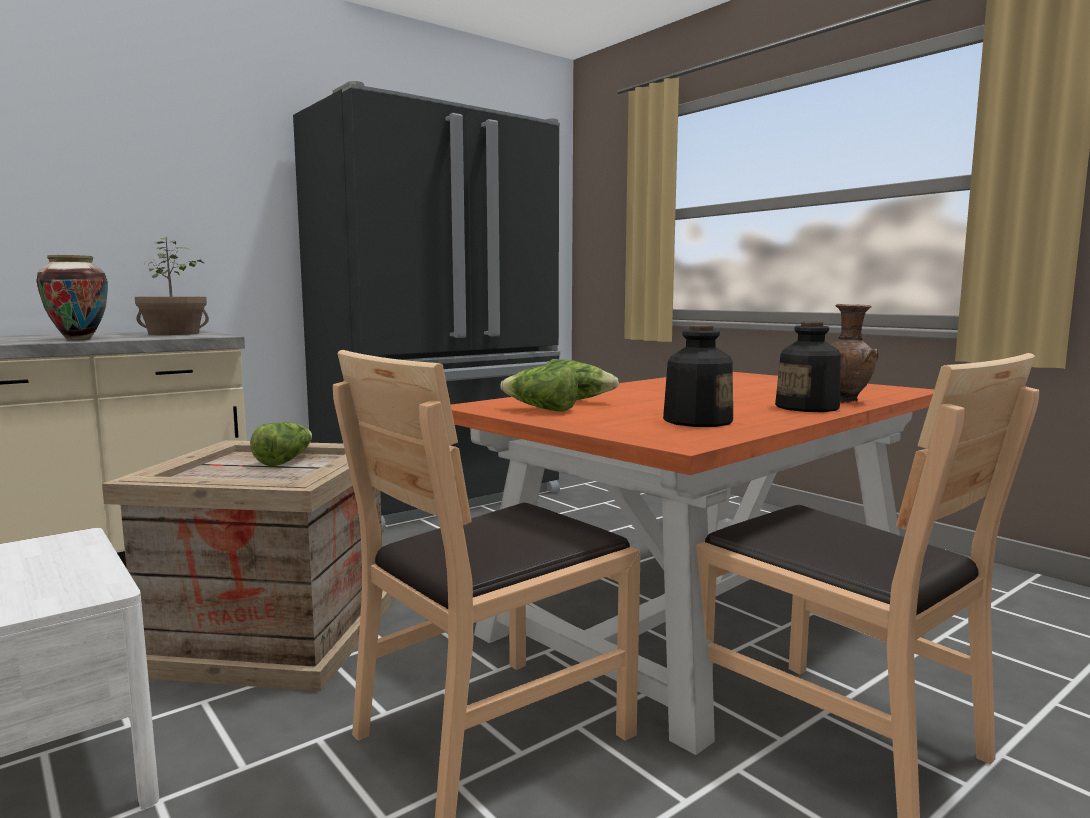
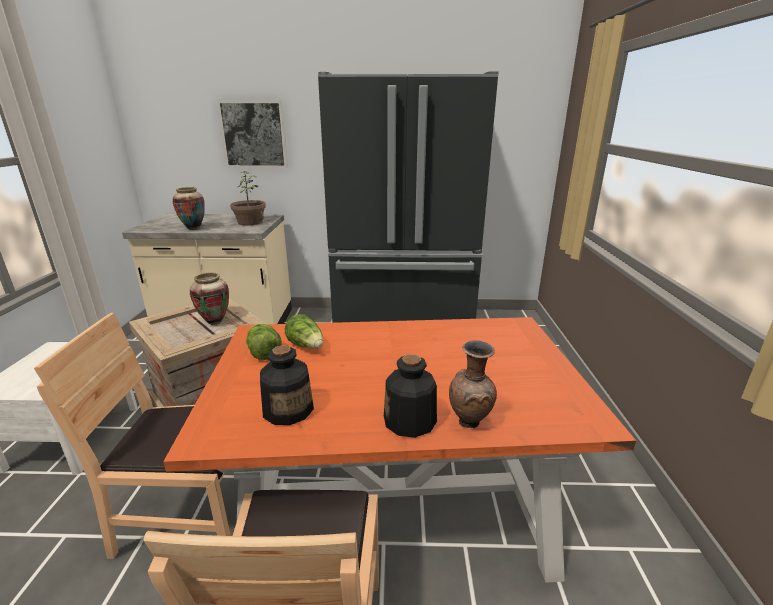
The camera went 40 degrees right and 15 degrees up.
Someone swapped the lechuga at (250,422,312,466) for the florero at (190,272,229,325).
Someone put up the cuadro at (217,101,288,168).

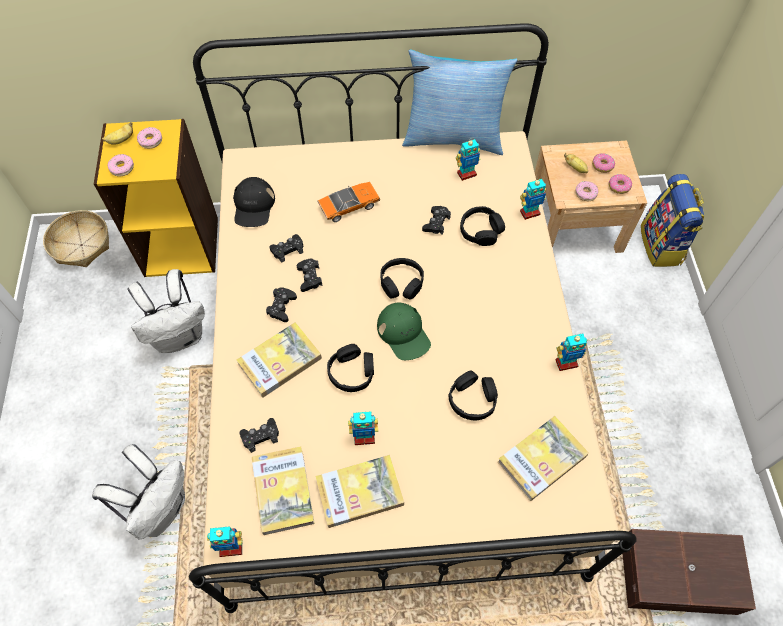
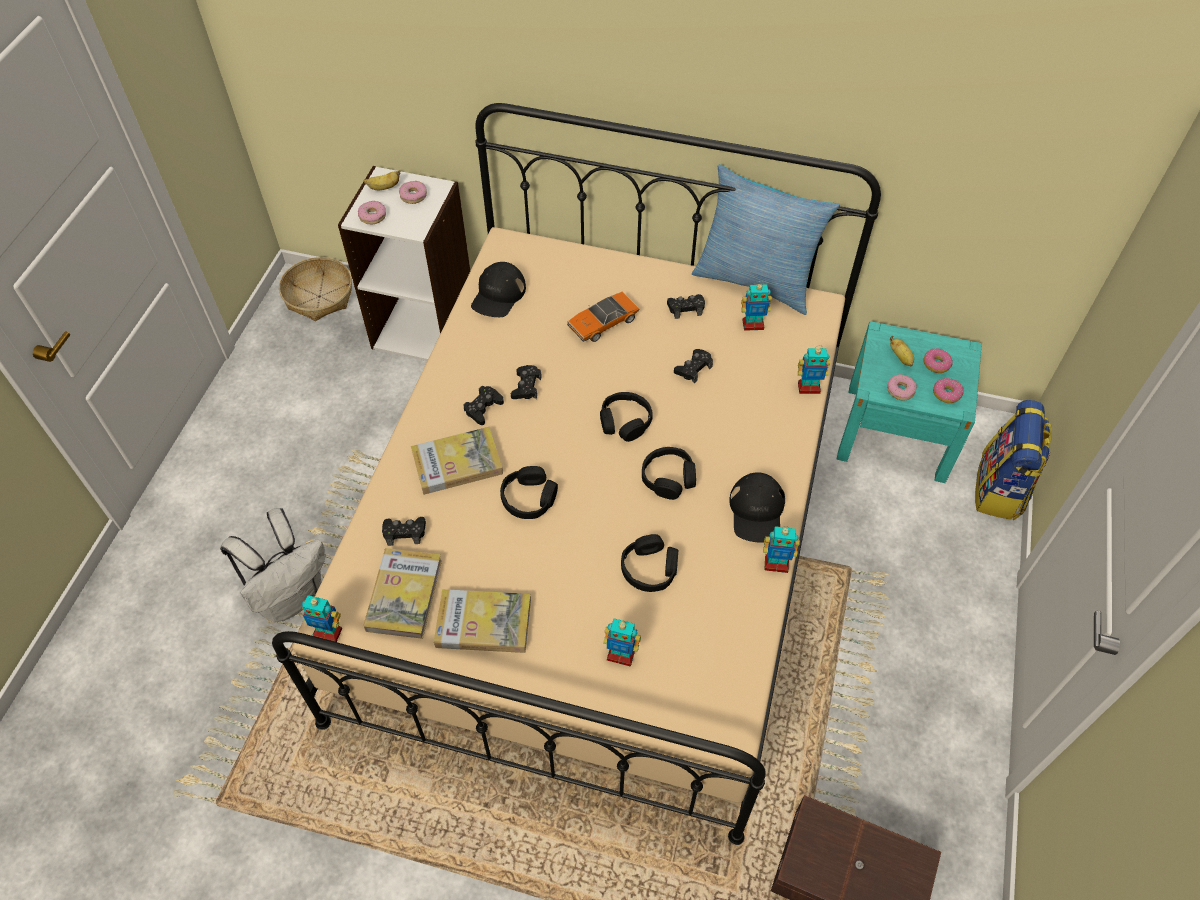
The camera went 20 degrees right and 5 degrees down.
Someone repainted the estantería [amarillo] at (94,119,218,277), which became the estantería [blanco] at (338,166,470,361).
Someone rotated the coche de juguete at (317,182,380,222) by 150 degrees clockwise.
Someone carried the robot de juguete from (348,411,378,445) to (603,619,641,667).
Someone carried the auriculares [negro] from (460,206,505,246) to (642,447,696,500).
Someone carried the mando de consola [negro] from (269,234,303,263) to (667,294,705,319).
Someone put down the gorra [negro] at (729,472,785,543).
Someone repainted the mesita de noche [beis] at (535,141,647,253), which became the mesita de noche [turquesa] at (837,321,982,483).
Someone took away the mochila [blanco] at (127,269,205,353).
Someone took away the gorra [verde] at (377,303,431,360).
Someone took away the libro at (498,416,589,501).

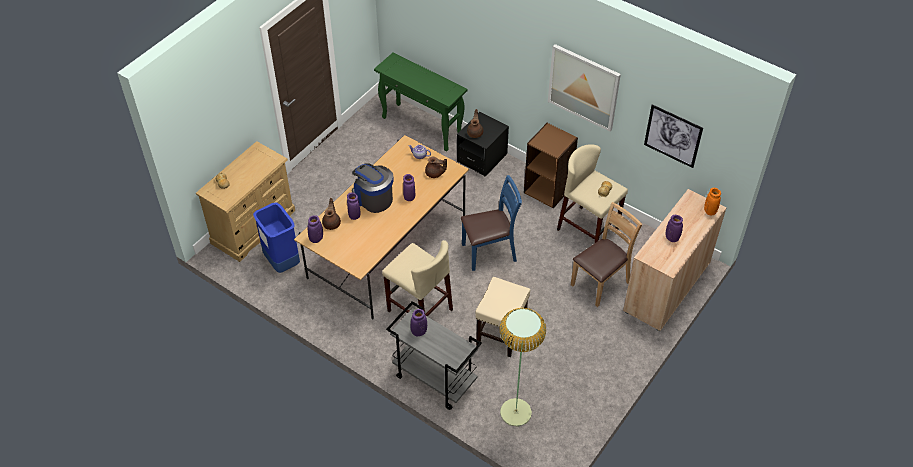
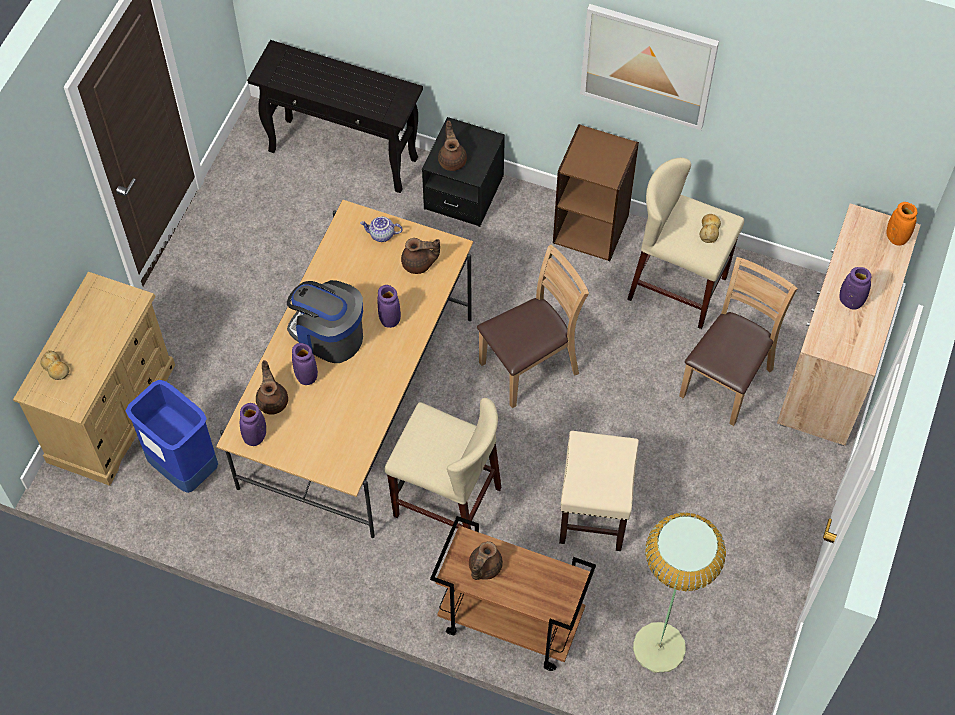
The camera went 15 degrees left and 10 degrees up.
Someone repainted the mesa consola [verde] at (374,52,468,151), which became the mesa consola [negro] at (247,40,423,193).
Someone repainted the carrito [gris] at (386,301,482,410), which became the carrito [marrón] at (430,516,596,671).
Someone swapped the florero [morado] at (411,309,427,336) for the tetera [marrón] at (469,541,503,580).
Someone repainted the silla [azul] at (461,175,522,271), which became the silla [marrón] at (477,245,589,408).
Someone took away the cuadro at (644,104,703,168).

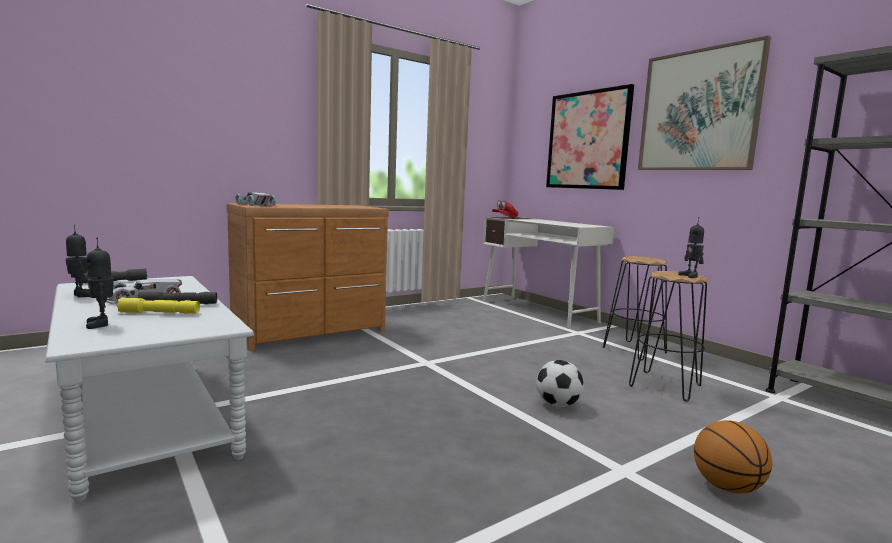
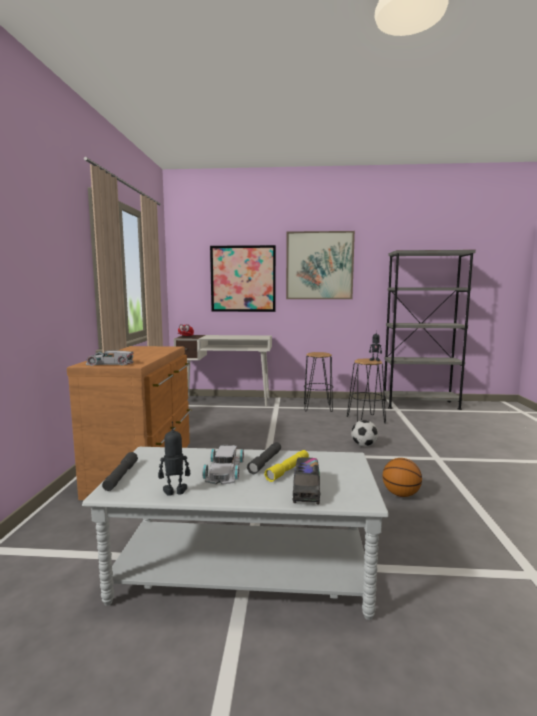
The camera went 50 degrees left and 0 degrees up.
Someone swapped the robot de juguete at (86,238,114,329) for the camión de juguete at (292,457,320,505).
Someone carried the balón de baloncesto from (694,420,772,493) to (383,458,422,497).

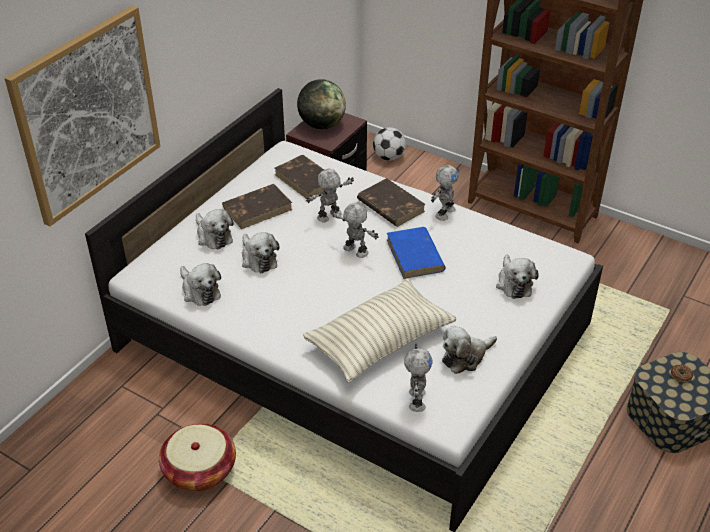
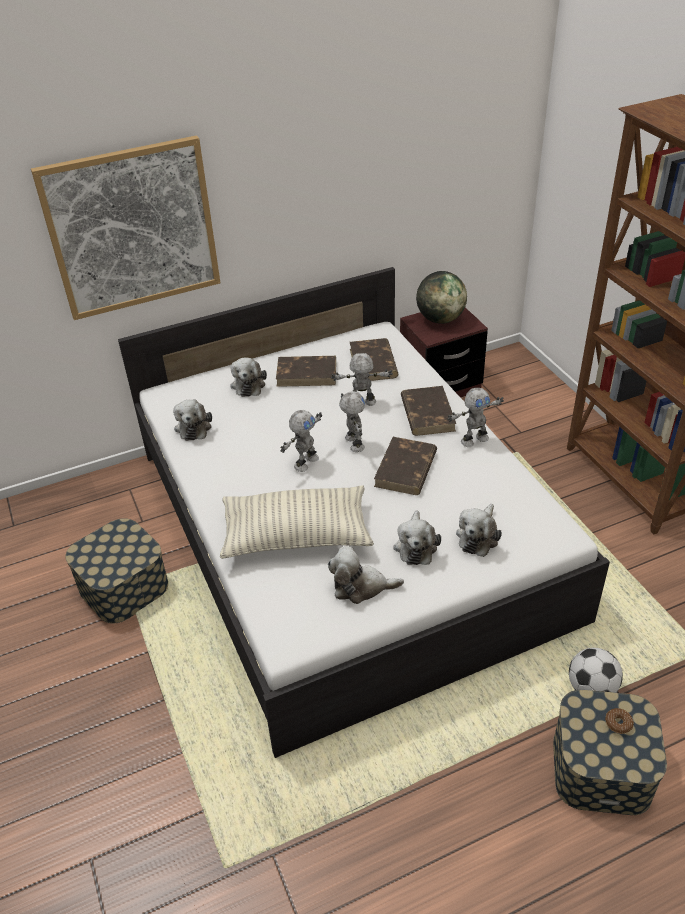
The camera went 35 degrees right and 0 degrees up.
Someone swapped the cesta at (159,424,236,491) for the caja de almacenaje at (65,518,168,623).
Someone carried the robot de juguete from (404,344,432,412) to (280,410,322,472).
Someone repainted the libro [azul] at (387,227,446,279), which became the libro [marrón] at (374,437,437,495).
Someone carried the peluche from (242,232,280,273) to (393,510,441,565).
Someone carried the balón de fútbol from (373,127,406,161) to (569,648,623,693).

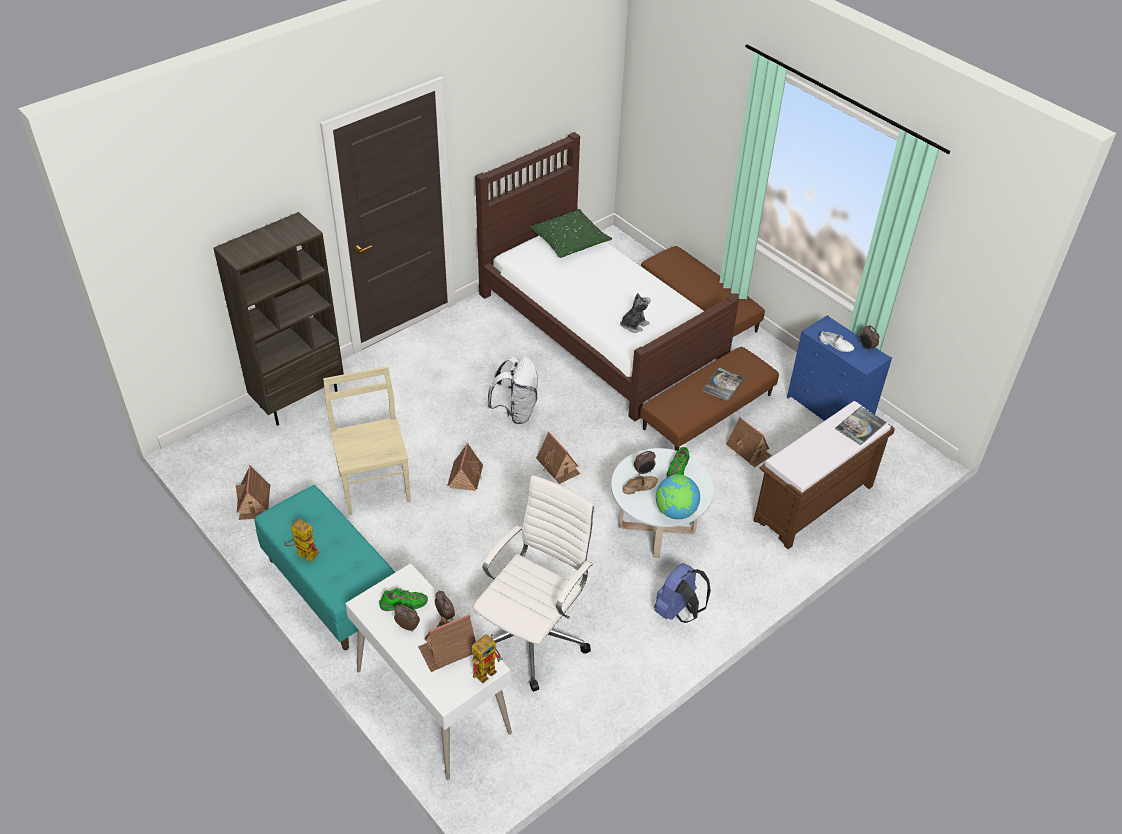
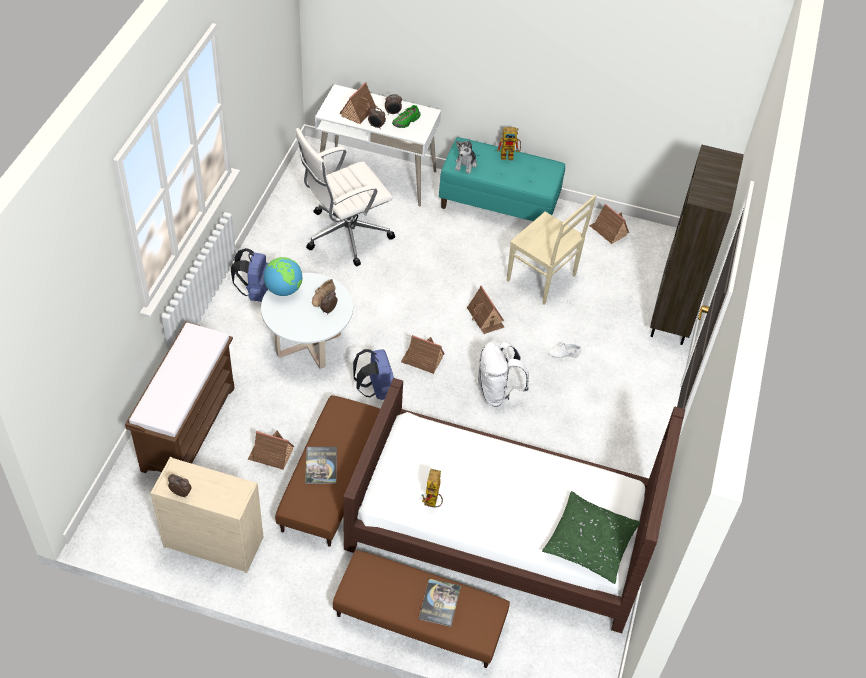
The camera went 145 degrees right and 5 degrees up.
Someone repainted the cómoda [azul] at (787,315,892,421), which became the cómoda [beis] at (151,457,264,573).
Someone rotated the silla de oficina [blanco] at (473,475,595,692) by 60 degrees clockwise.
Someone put down the mochila [azul] at (353,349,394,400).
Someone carried the libro from (835,407,886,445) to (419,578,461,627).
Someone carried the robot de juguete from (472,634,503,683) to (421,469,443,507).
Someone carried the peluche from (620,293,651,333) to (455,140,477,174).
Someone carried the zapato [blanco] from (819,332,854,352) to (548,343,581,358).
Someone took away the zapato [verde] at (667,447,690,477).

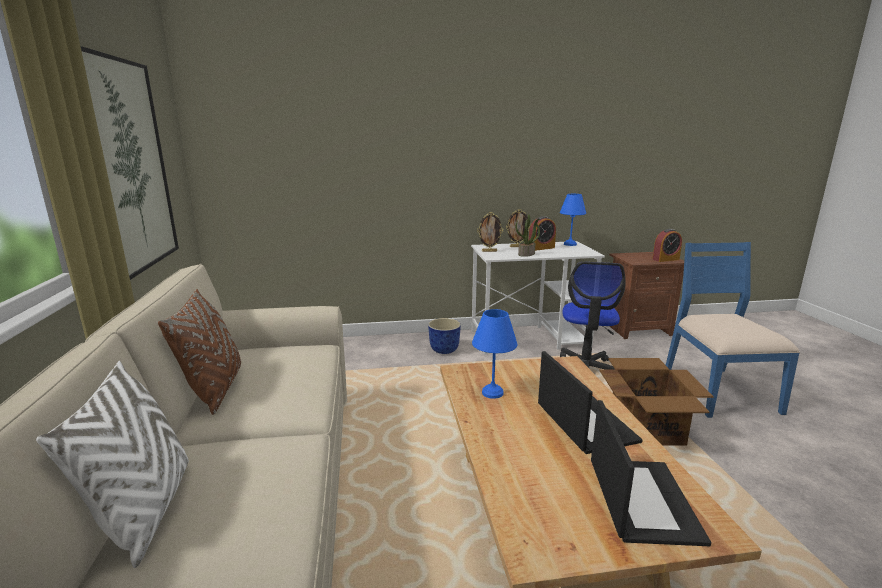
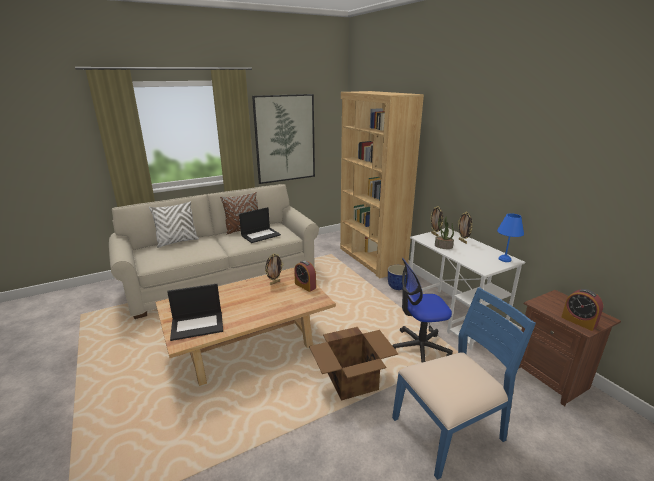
The camera went 70 degrees right and 5 degrees up.
Someone carried the portátil from (538,351,643,454) to (239,207,281,243).
Someone swapped the lámpara de mesa [azul] at (472,309,517,399) for the portarretratos at (265,253,283,285).
Someone carried the despertador from (529,216,556,251) to (294,260,316,292).
Someone put down the estantería [marrón] at (340,91,424,278).

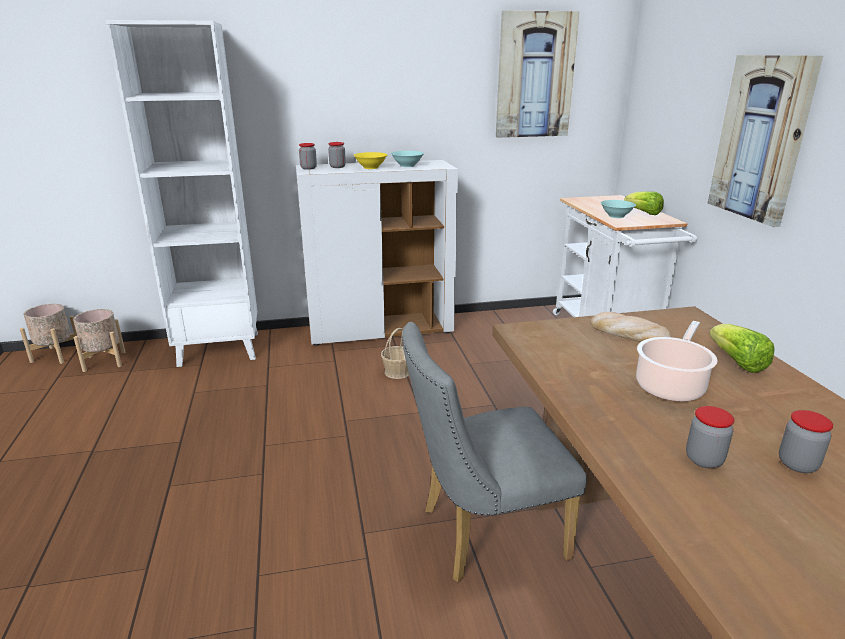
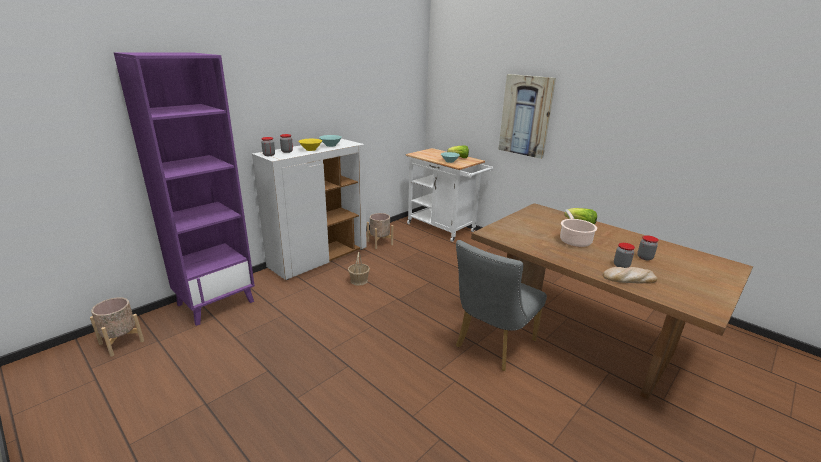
The camera went 35 degrees left and 0 degrees up.
Someone repainted the estantería [blanco] at (105,20,258,367), which became the estantería [morado] at (114,52,255,326).
Someone carried the maceta [beis] from (20,304,77,364) to (367,213,393,249).
Someone carried the pan from (590,312,671,342) to (603,267,657,284).
Someone took away the cuadro at (496,10,579,138).

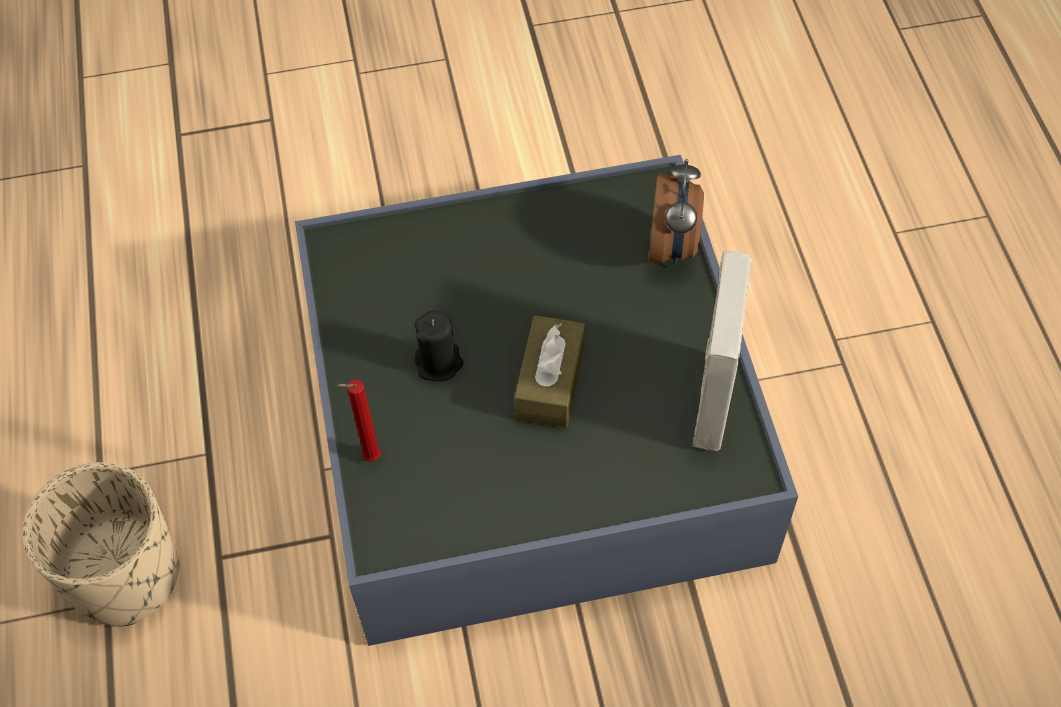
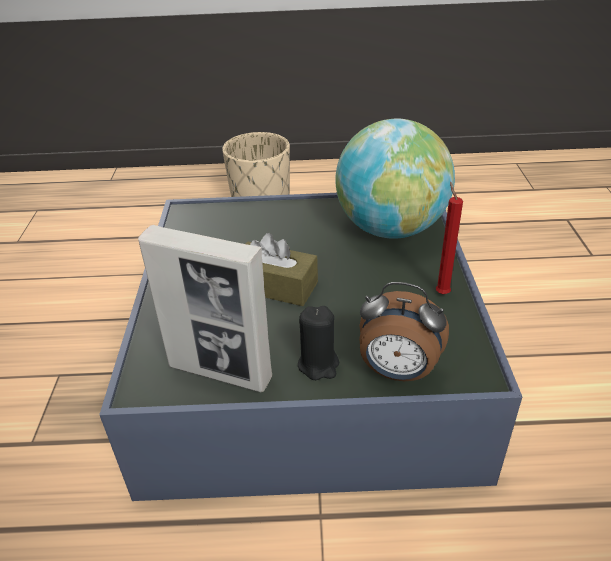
The camera went 100 degrees right and 20 degrees down.
Someone carried the vela [negro] from (415,310,463,381) to (298,306,339,380).
Someone put down the globo terráqueo at (335,119,455,239).
Someone carried the vela [rojo] from (337,379,381,462) to (436,182,463,294).

